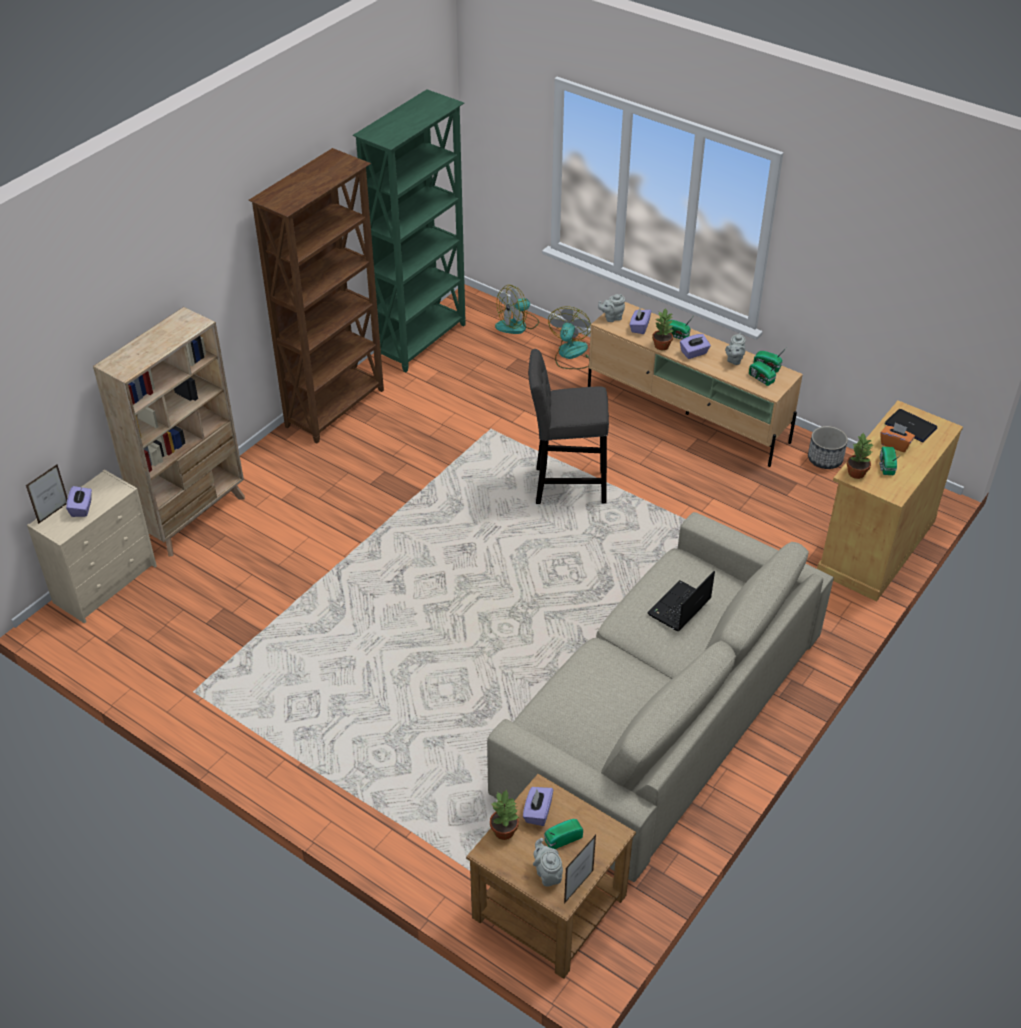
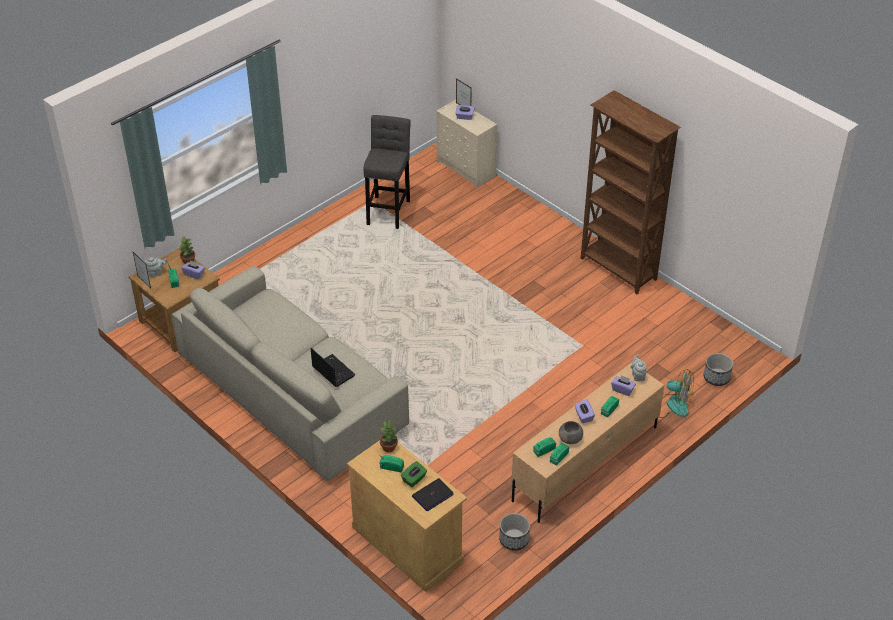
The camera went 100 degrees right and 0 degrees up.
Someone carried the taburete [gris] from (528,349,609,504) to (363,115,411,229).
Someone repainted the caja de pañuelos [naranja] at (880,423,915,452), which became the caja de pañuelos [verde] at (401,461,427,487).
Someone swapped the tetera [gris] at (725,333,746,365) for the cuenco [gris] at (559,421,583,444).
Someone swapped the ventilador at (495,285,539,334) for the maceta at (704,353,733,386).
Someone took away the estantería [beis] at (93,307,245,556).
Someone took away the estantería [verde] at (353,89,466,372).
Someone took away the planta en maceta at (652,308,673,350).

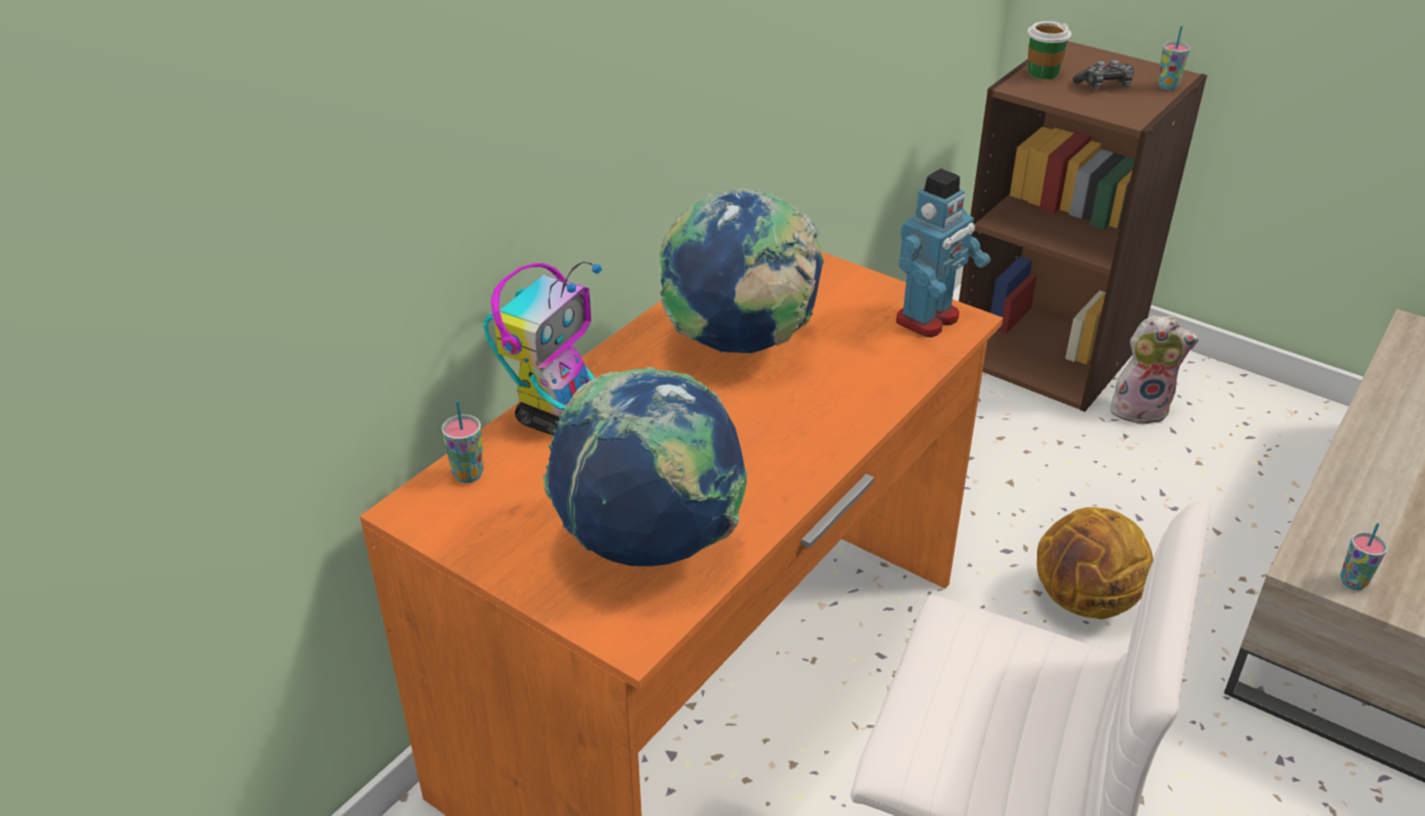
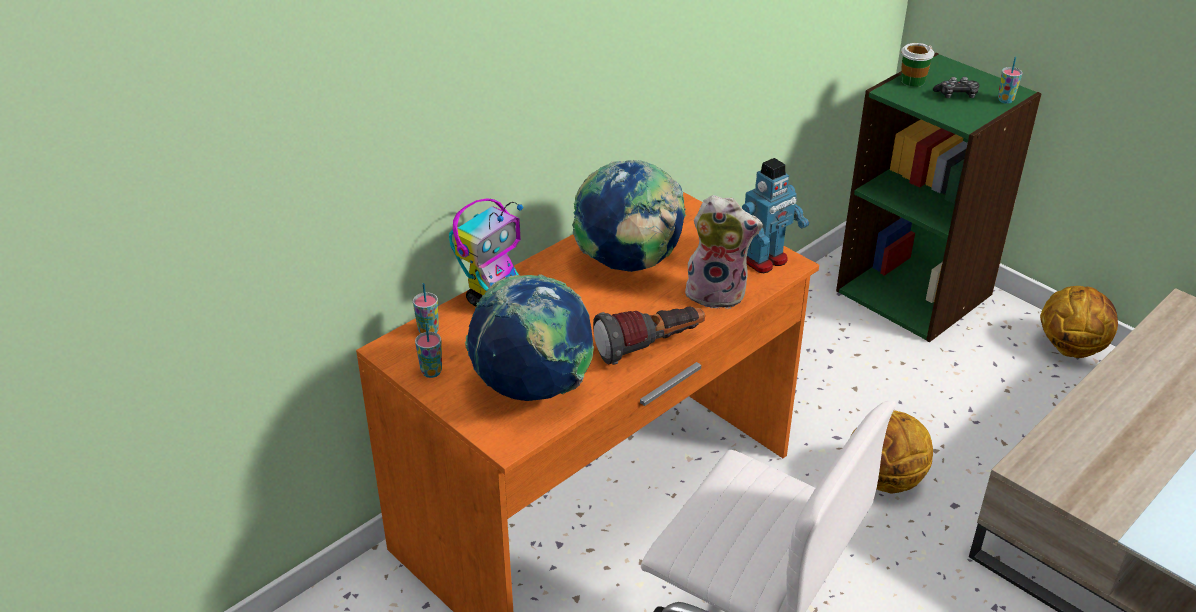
The camera went 10 degrees right and 0 degrees up.
Someone carried the taza from (1340,523,1388,590) to (415,323,442,378).
Someone put down the linterna at (593,306,705,365).
Someone carried the peluche from (1110,315,1199,425) to (680,195,763,309).
Someone repainted the estantería [marrón] at (959,41,1207,412), which became the estantería [verde] at (836,53,1042,342).
Someone put down the balón de baloncesto at (1040,286,1118,358).

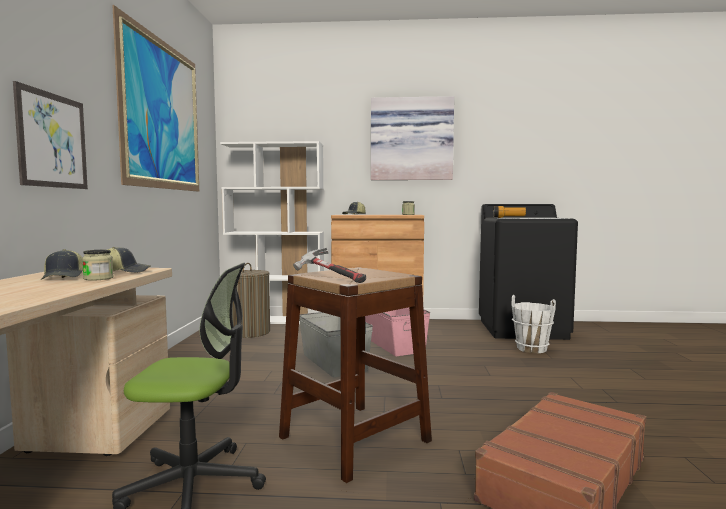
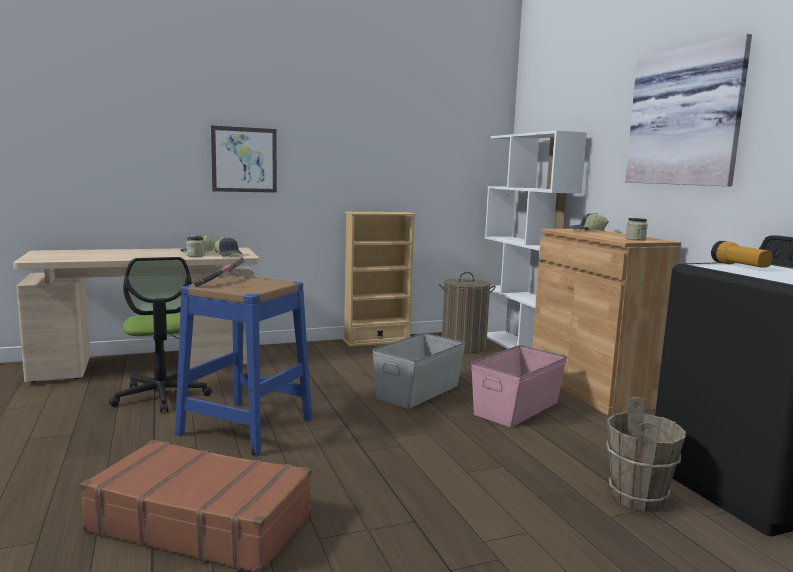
The camera went 65 degrees right and 5 degrees up.
Someone repainted the taburete [marrón] at (279,267,432,483), which became the taburete [azul] at (175,275,313,456).
Someone put down the estantería [beis] at (343,212,416,347).
Someone repainted the cubo [blanco] at (512,295,556,353), which became the cubo [marrón] at (606,397,686,511).
Someone took away the cuadro at (112,5,199,192).

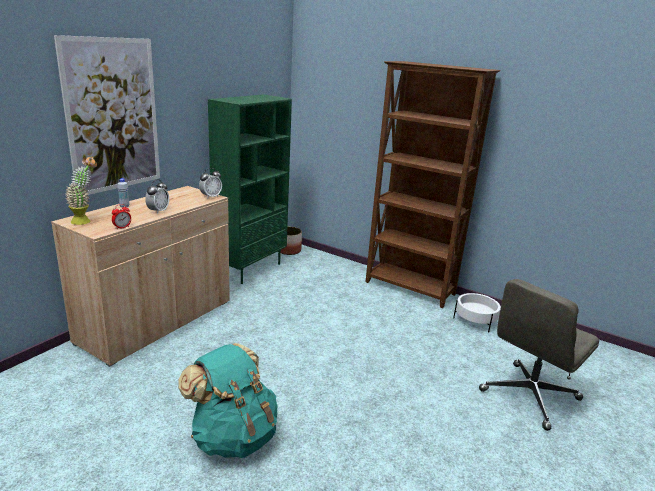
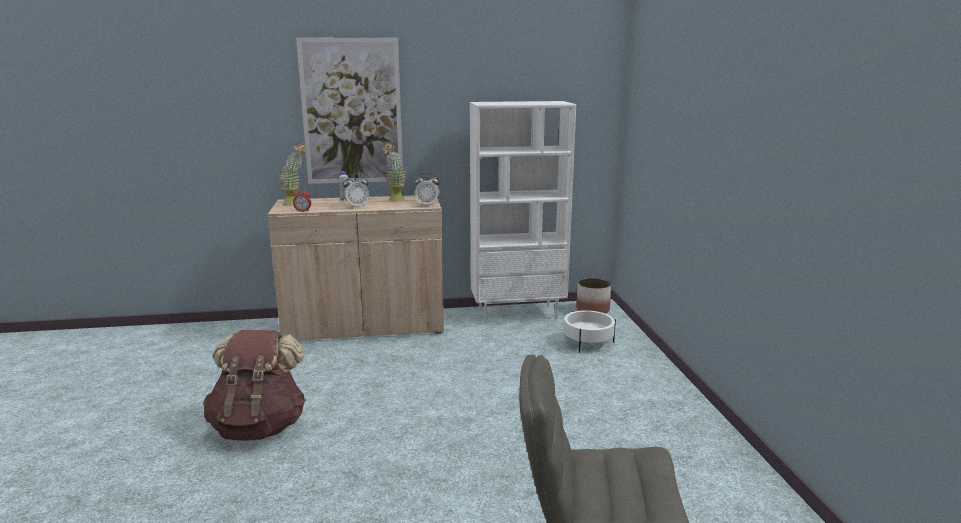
The camera went 50 degrees right and 5 degrees down.
Someone repainted the mochila [turquesa] at (178,343,278,458), which became the mochila [marrón] at (203,330,306,441).
Someone put down the planta en maceta at (382,143,406,201).
Someone repainted the estantería [verde] at (208,94,292,284), which became the estantería [blanco] at (470,101,576,324).
Someone carried the maceta [blanco] from (453,293,501,333) to (564,310,616,353).
Someone took away the estantería [marrón] at (365,61,501,308).

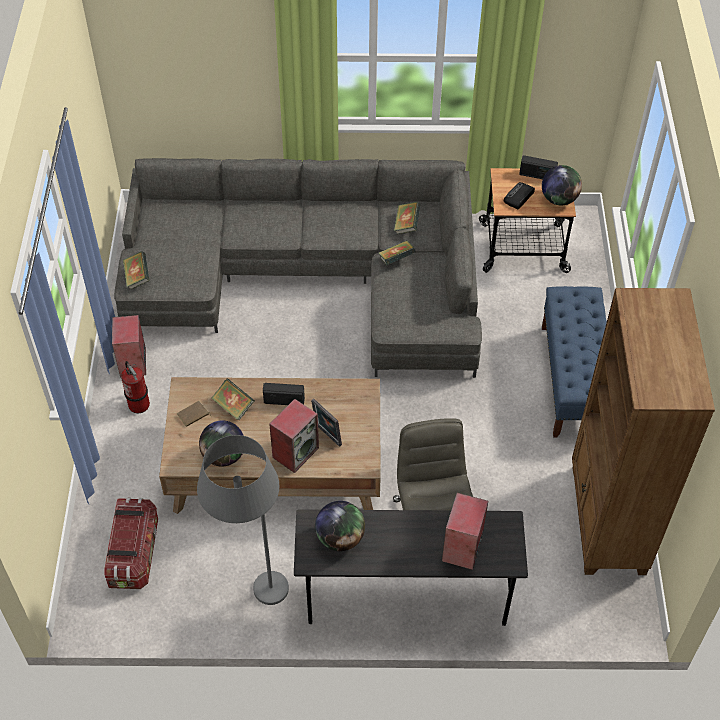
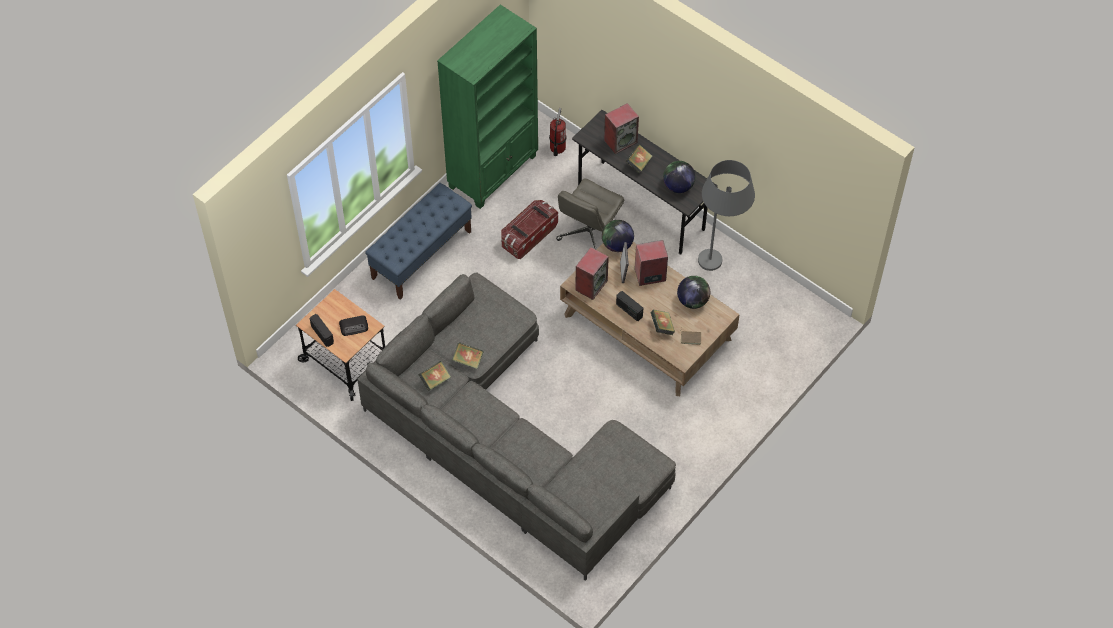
The camera went 140 degrees left and 5 degrees up.
Someone repainted the estantería [marrón] at (572,288,715,575), which became the estantería [verde] at (437,5,538,209).
Someone carried the caja de almacenaje from (105,498,158,589) to (501,200,558,259).
Someone carried the extintor from (121,361,150,413) to (549,108,566,156).
Someone carried the altavoz from (112,315,146,377) to (575,247,609,300).
Someone carried the globo terráqueo from (542,165,582,205) to (602,220,634,252).
Someone carried the libro from (123,251,150,290) to (626,144,652,173).

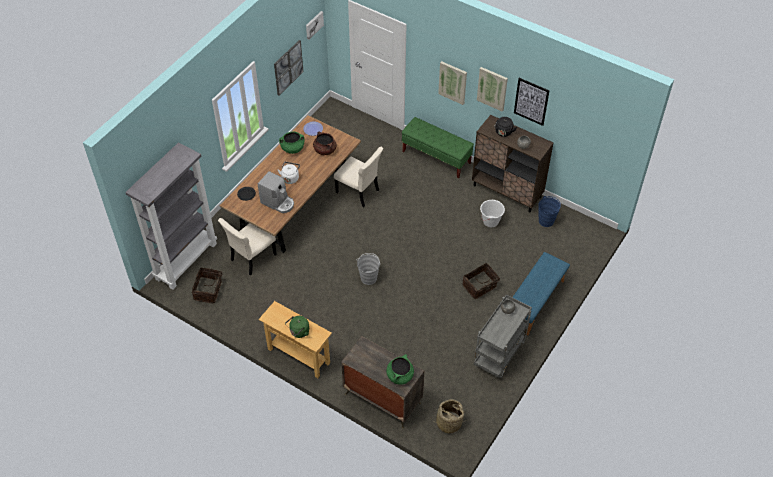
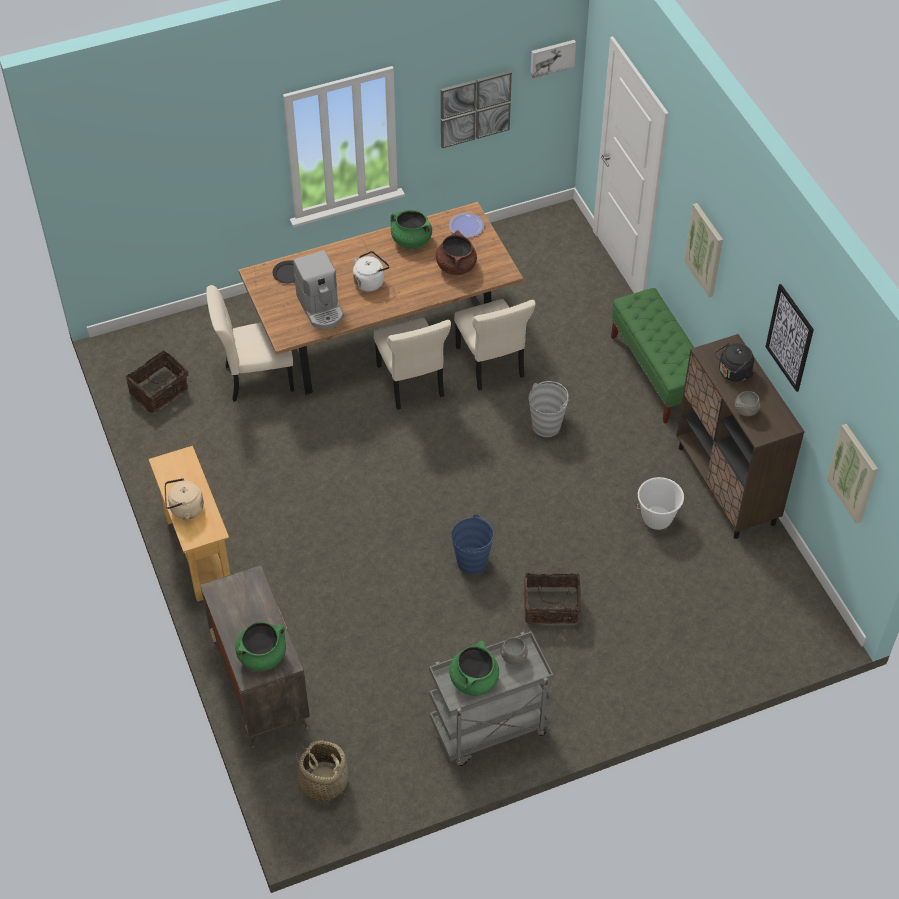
The camera went 35 degrees right and 0 degrees up.
Someone repainted the hervidor [verde] at (285,316,309,338), which became the hervidor [beis] at (164,478,204,520).
Someone put down the silla [beis] at (374,318,451,410).
Someone put down the olla [verde] at (450,640,499,696).
Someone carried the cubo [azul] from (538,196,561,227) to (451,514,494,574).
Someone carried the cubo [gris] from (356,253,381,285) to (529,381,569,437).
Someone carried the cuadro from (477,67,508,112) to (827,424,878,524).
Someone took away the estantería [gris] at (125,142,217,289).
Someone took away the banco [azul] at (513,252,570,335).

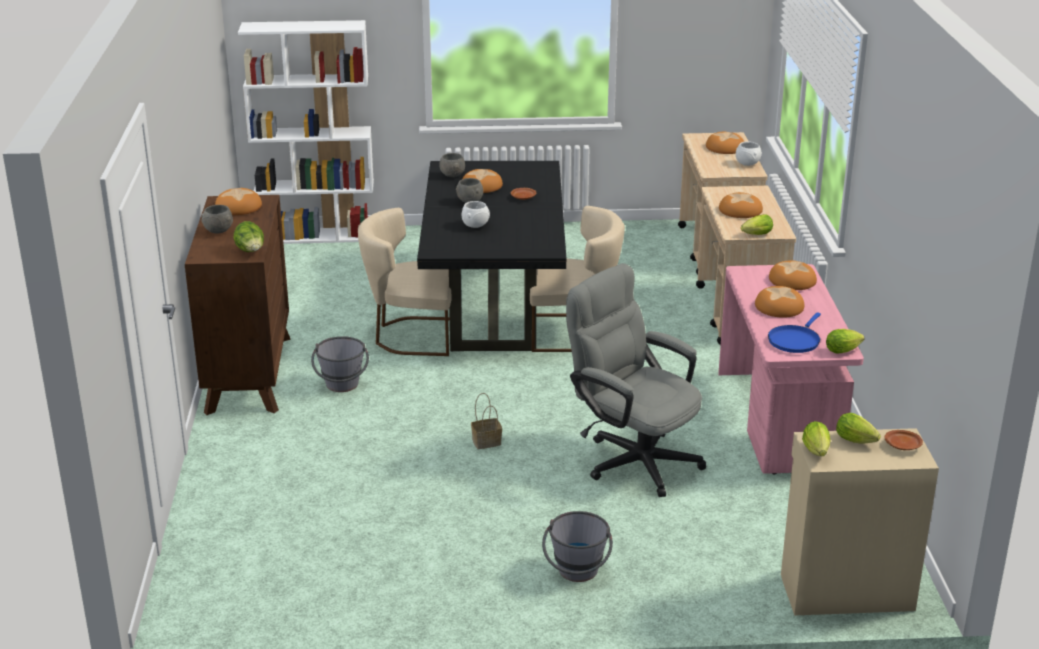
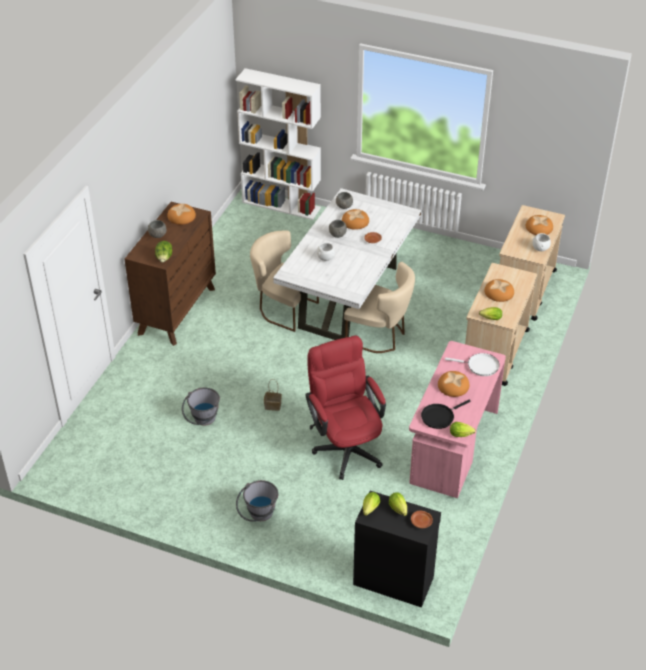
The camera went 25 degrees right and 15 degrees up.
Someone carried the cubo [gris] from (311,336,369,392) to (182,387,220,426).
Someone repainted the mesa de comedor [negro] at (417,161,567,352), which became the mesa de comedor [blanco] at (273,188,421,340).
Someone repainted the silla de oficina [gris] at (566,263,706,497), which became the silla de oficina [rojo] at (305,335,386,480).
Someone repainted the armario [beis] at (781,428,939,616), which became the armario [negro] at (353,491,441,608).
Someone repainted the sartén [azul] at (768,312,821,353), which became the sartén [negro] at (421,400,471,429).
Someone swapped the pan at (769,260,817,290) for the sartén [blanco] at (445,353,500,376).

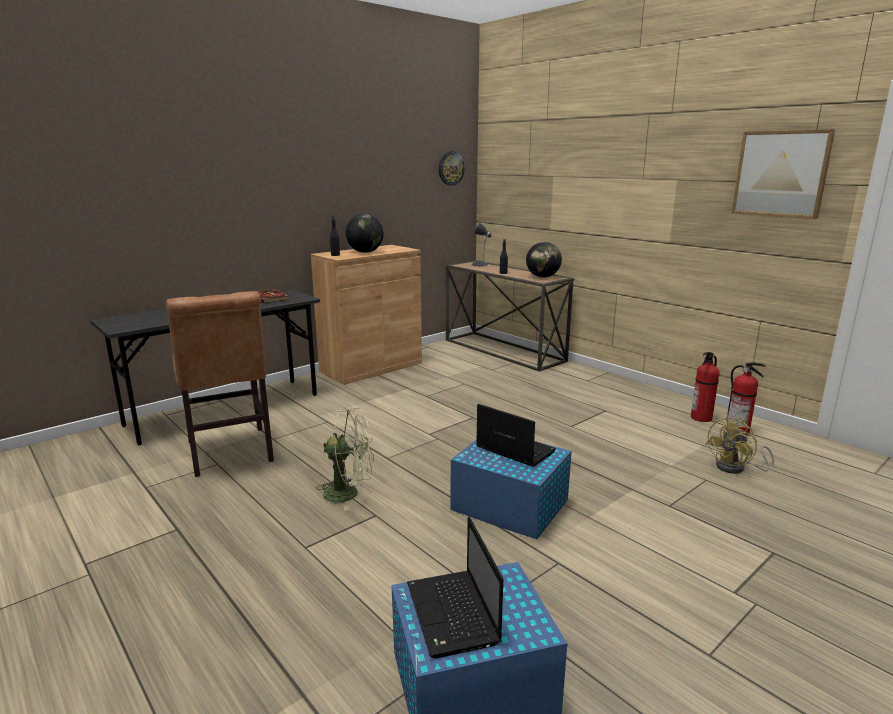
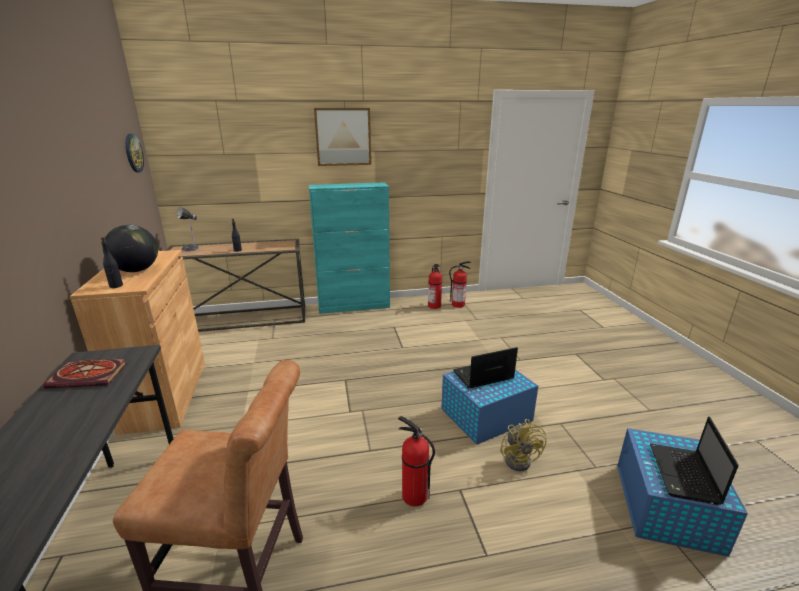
The camera went 60 degrees left and 5 degrees up.
Someone put down the armario [turquesa] at (309,182,390,314).
Someone carried the cuadro from (732,129,835,219) to (314,108,371,166).
Someone swapped the ventilador [verde] at (316,408,374,511) for the extintor at (398,416,435,506).
Someone carried the ventilador [amarillo] from (705,418,774,474) to (500,419,546,471).
Someone rotated the portátil at (407,516,503,658) by 90 degrees clockwise.
Someone took away the globo terráqueo at (526,242,562,278).

